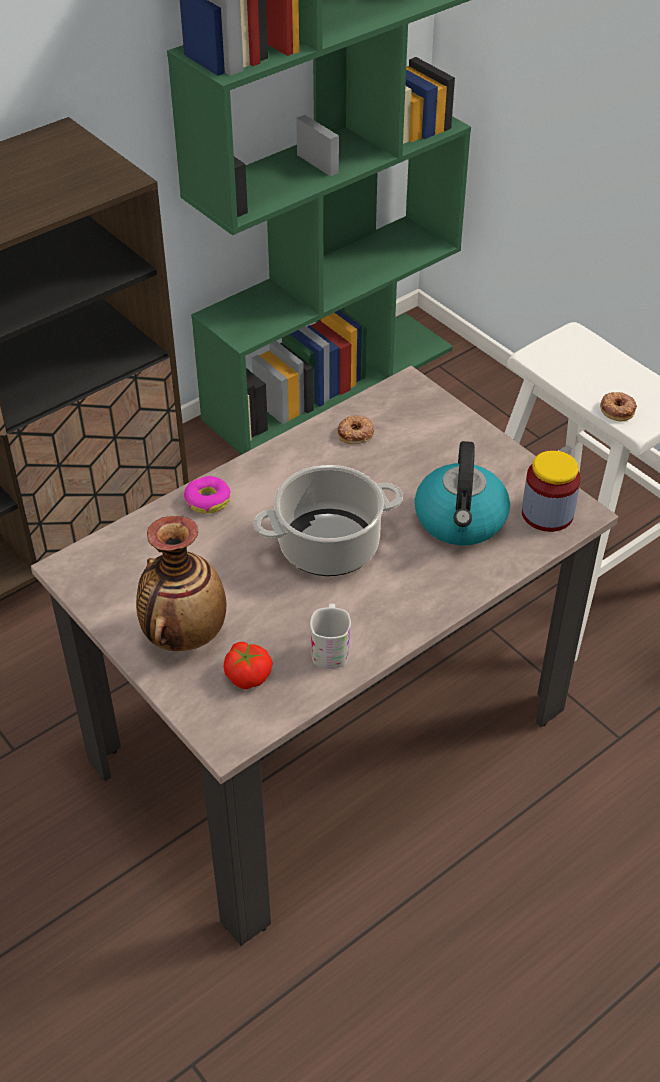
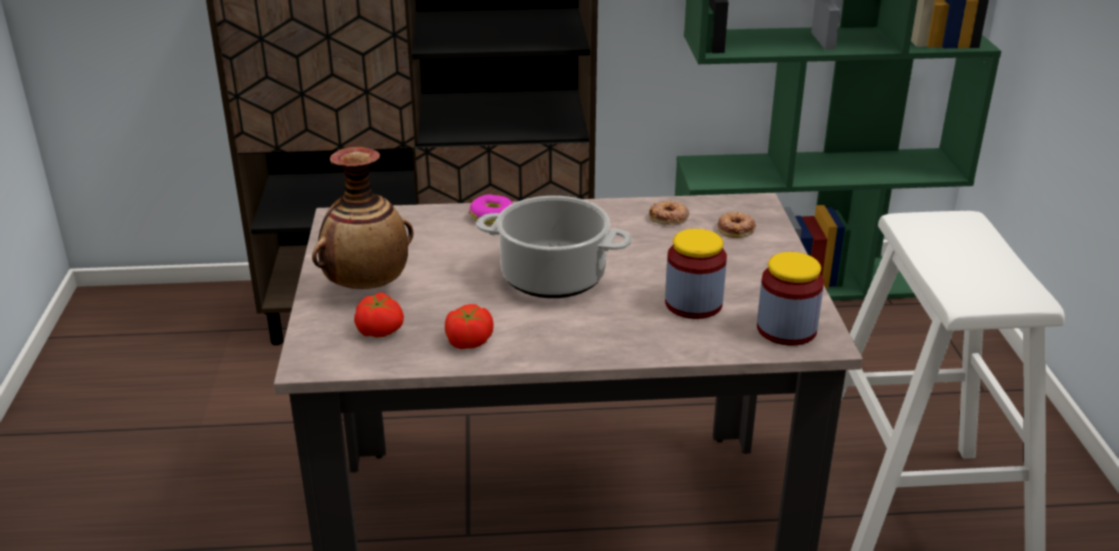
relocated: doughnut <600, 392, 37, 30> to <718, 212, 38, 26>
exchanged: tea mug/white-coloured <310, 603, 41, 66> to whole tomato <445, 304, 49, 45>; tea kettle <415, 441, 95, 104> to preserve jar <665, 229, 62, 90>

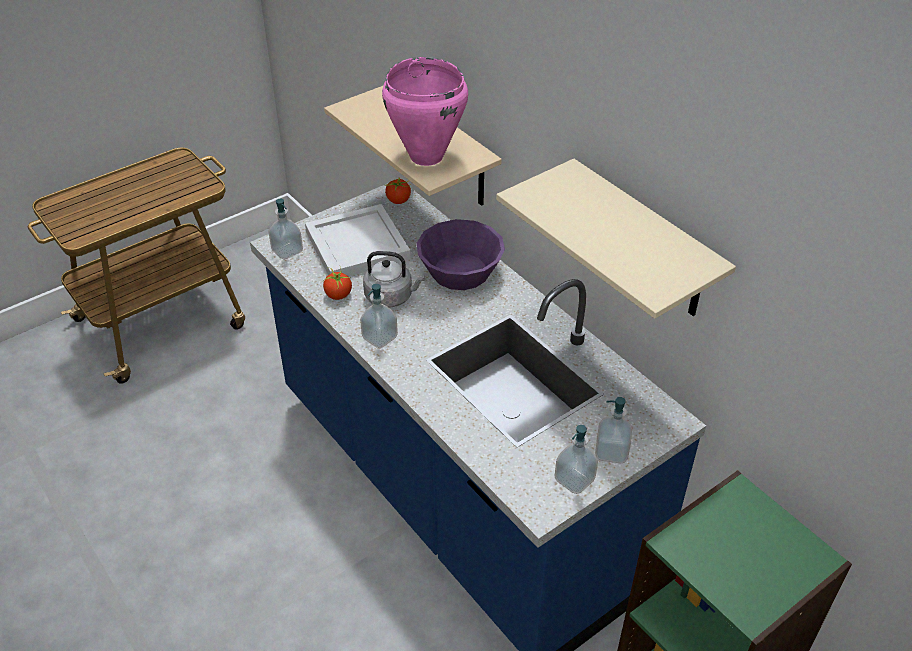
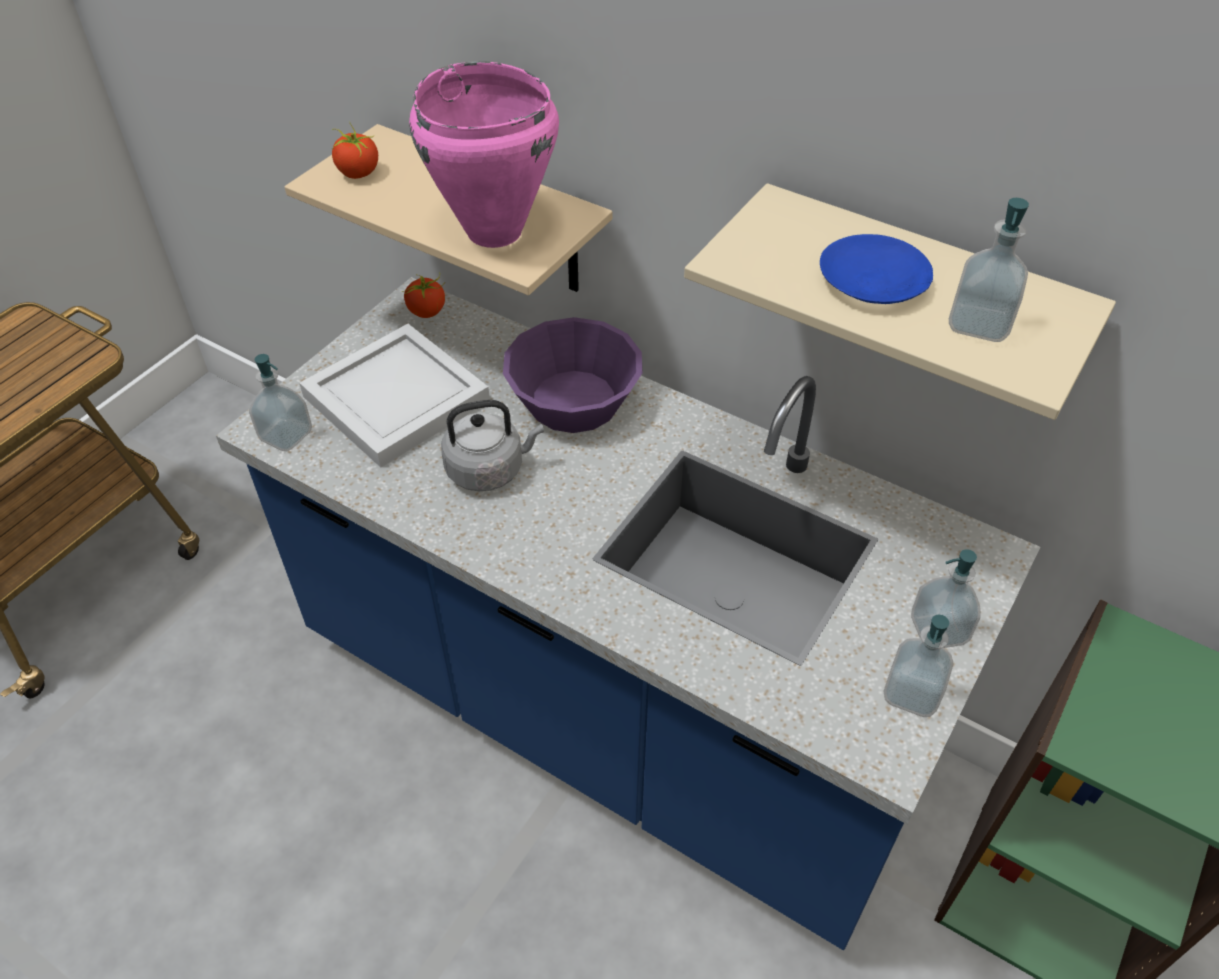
appeared: flat dish/blue <820, 234, 113, 70>
relocated: whole tomato <323, 267, 29, 33> to <332, 123, 46, 56>; liquid soap bottle <360, 284, 38, 64> to <949, 198, 80, 144>

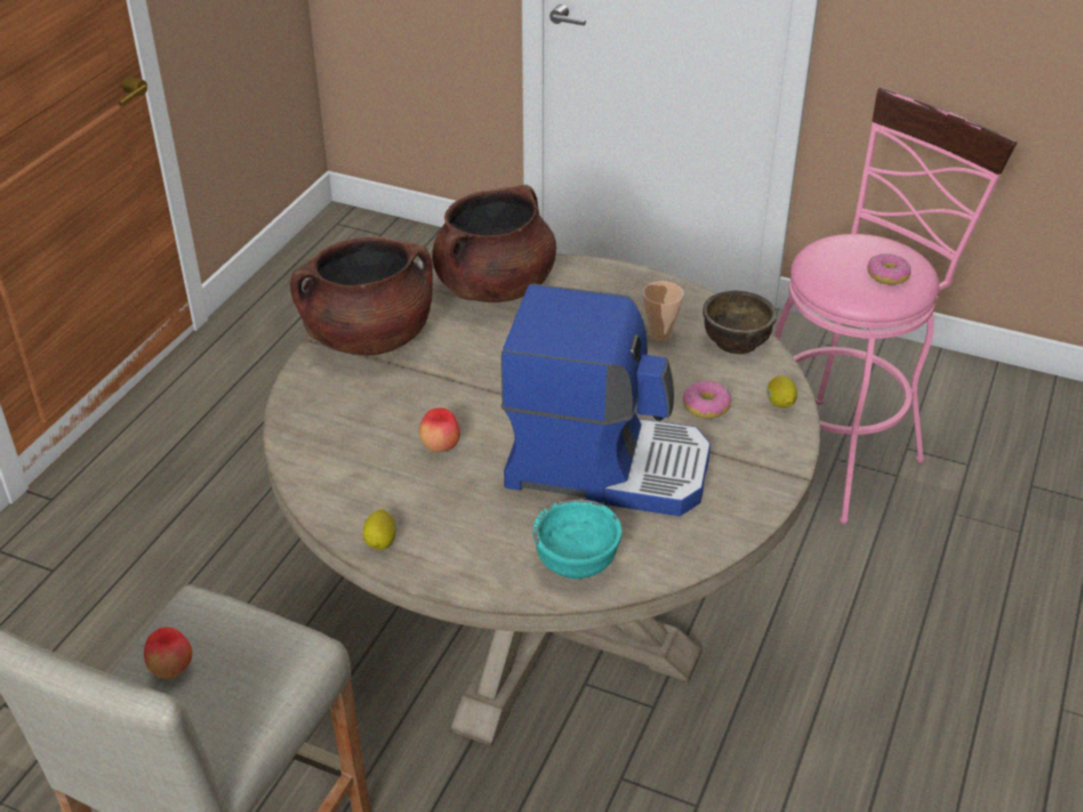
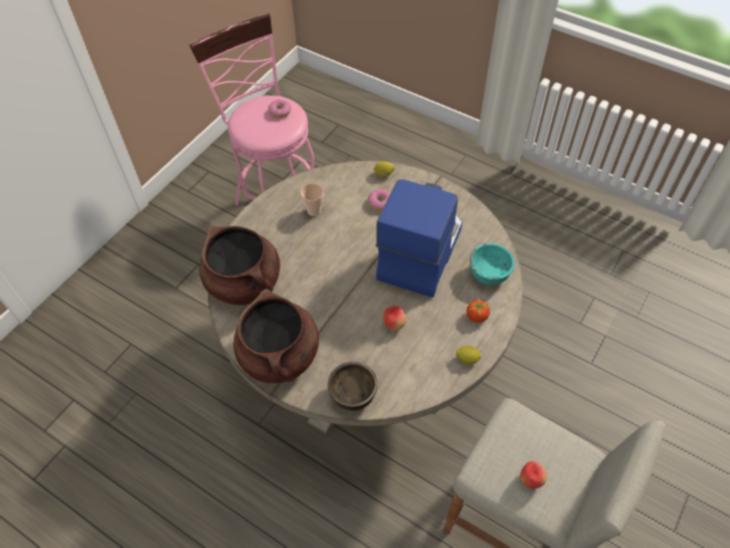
appeared: whole tomato <466, 297, 24, 26>
relocated: bowl/brownish <703, 291, 74, 63> to <328, 362, 50, 49>

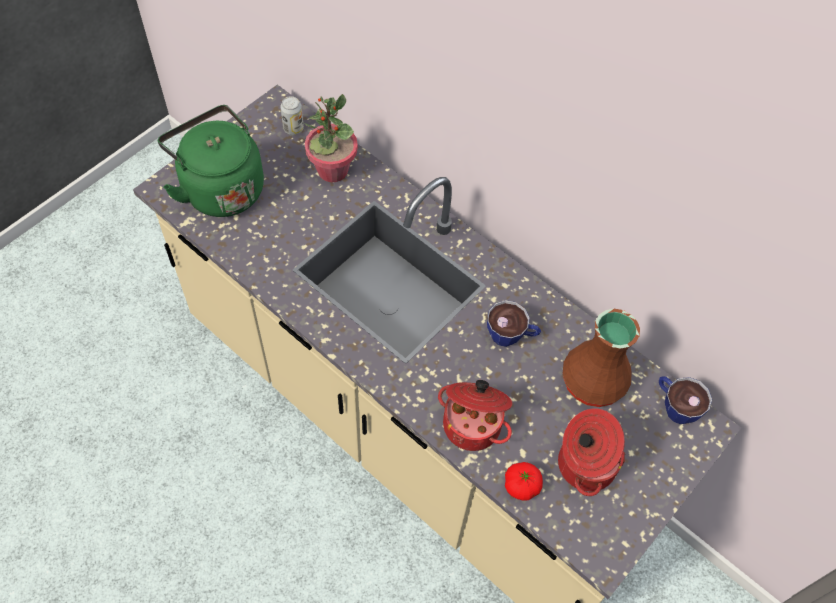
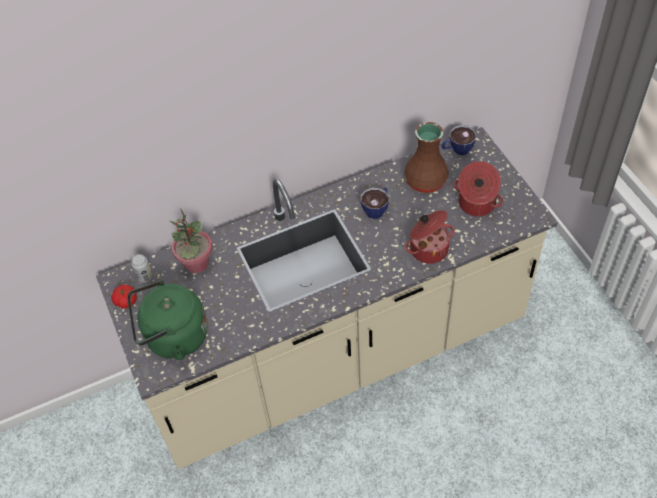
relocated: whole tomato <505, 462, 38, 39> to <111, 285, 26, 23>

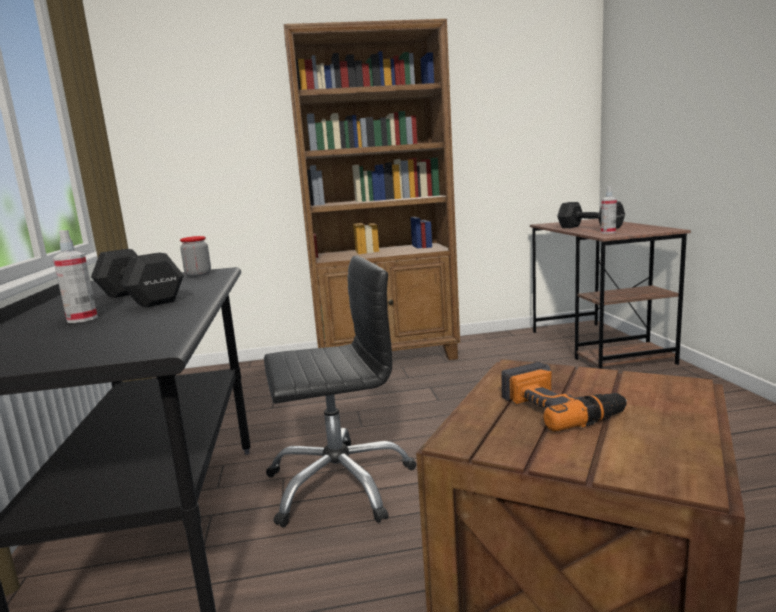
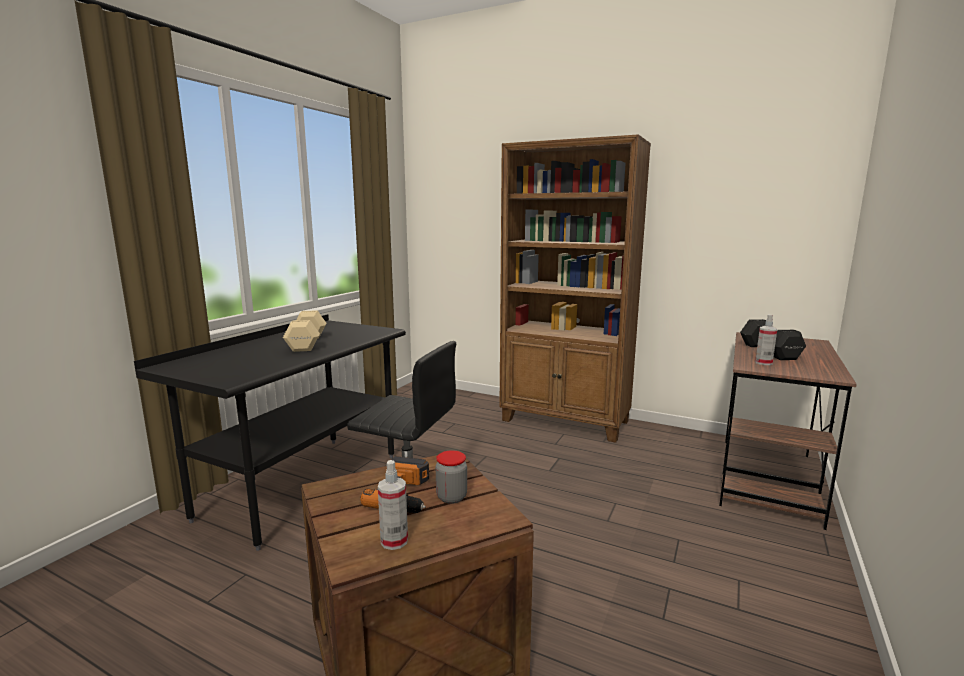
relocated: spray bottle <53, 230, 45, 93> to <378, 460, 30, 90>; preserve jar <180, 236, 31, 41> to <436, 450, 31, 54>
colour: free weight/blackish <91, 249, 93, 59> to free weight/sand-coloured <283, 310, 44, 42>

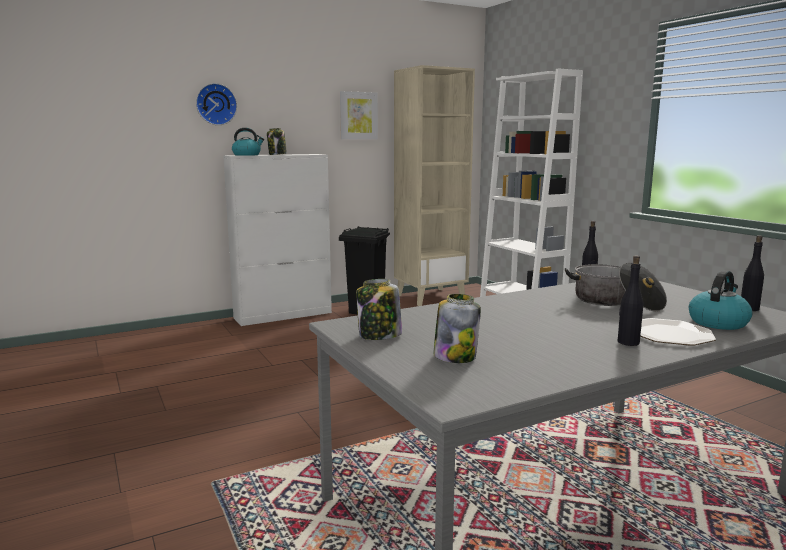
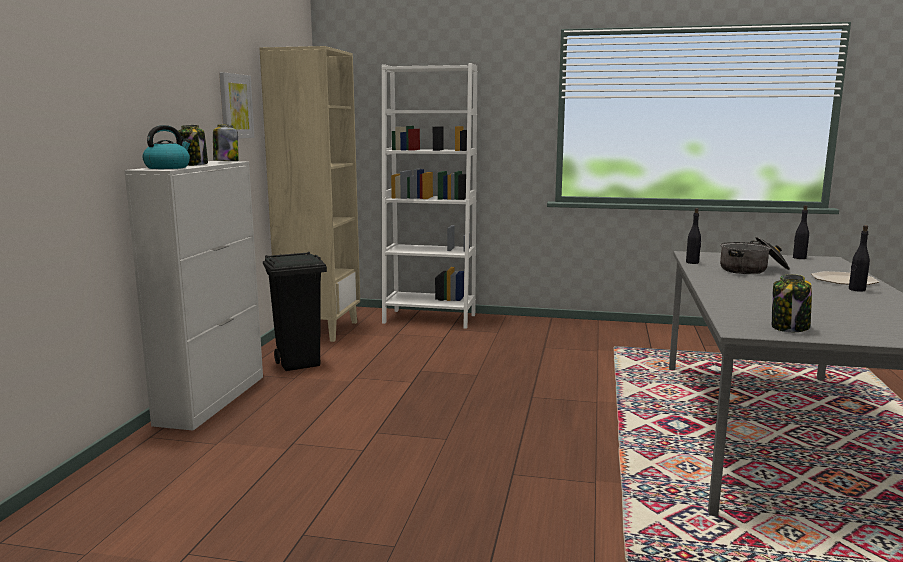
missing: hanging clock <196, 83, 41, 42>; tea kettle <689, 270, 64, 60>
relocated: preserve jar <433, 294, 48, 69> to <213, 125, 26, 36>

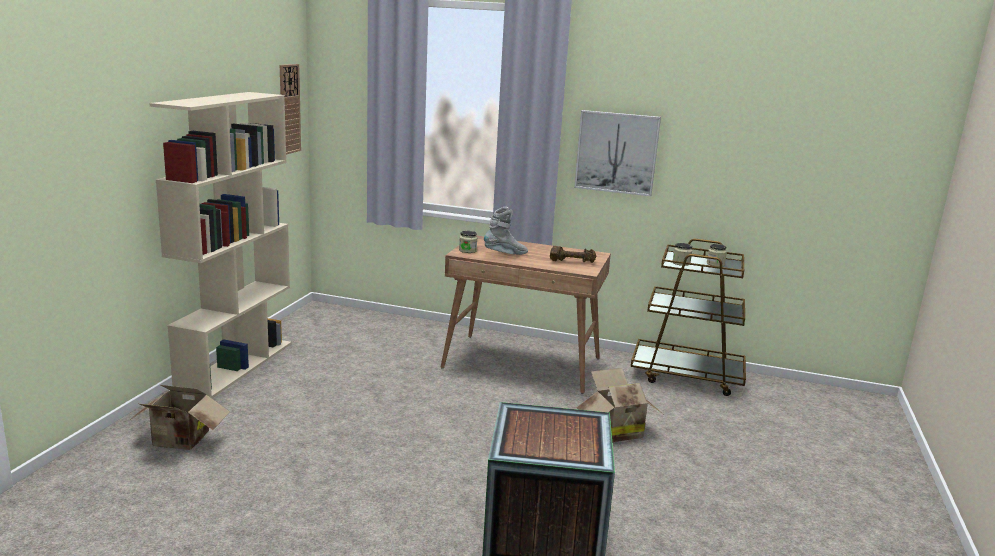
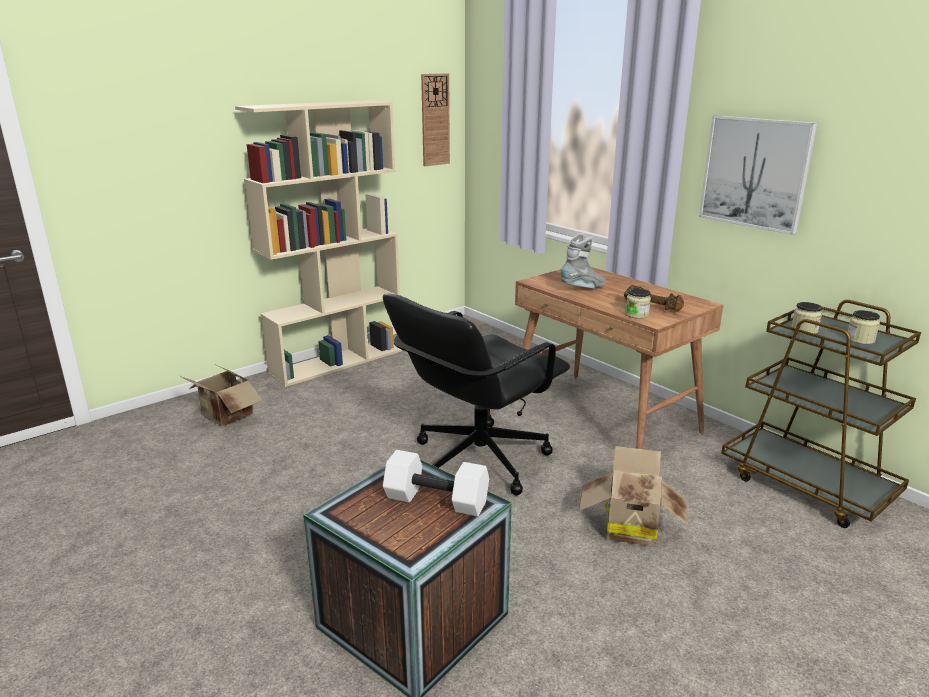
appeared: office chair/blackish <383, 293, 187, 202>; free weight/white-coloured <383, 450, 106, 67>
relocated: preserve jar <459, 231, 18, 22> to <625, 288, 26, 31>
spun: high-top boot/gray <484, 207, 44, 48> = <560, 233, 46, 55> 45 degrees counterclockwise

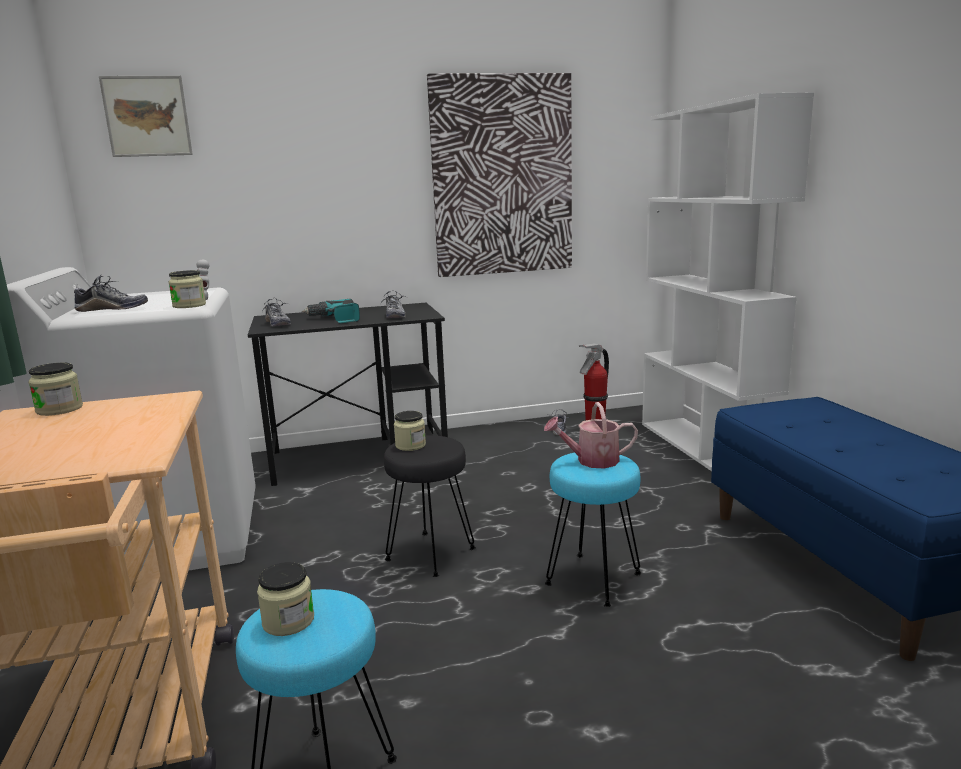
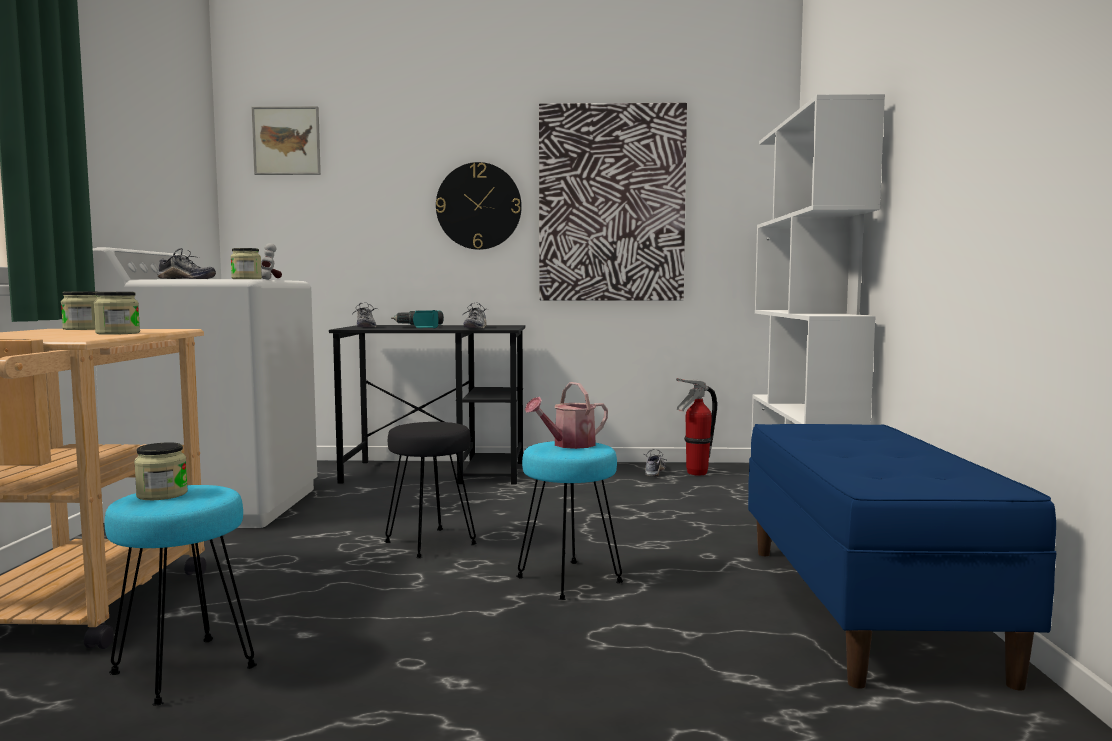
appeared: hanging clock <436, 162, 86, 88>
relocated: preserve jar <394, 411, 32, 40> to <94, 292, 46, 43>
spun: watering pot <544, 402, 94, 66> = <525, 382, 83, 67> 45 degrees counterclockwise

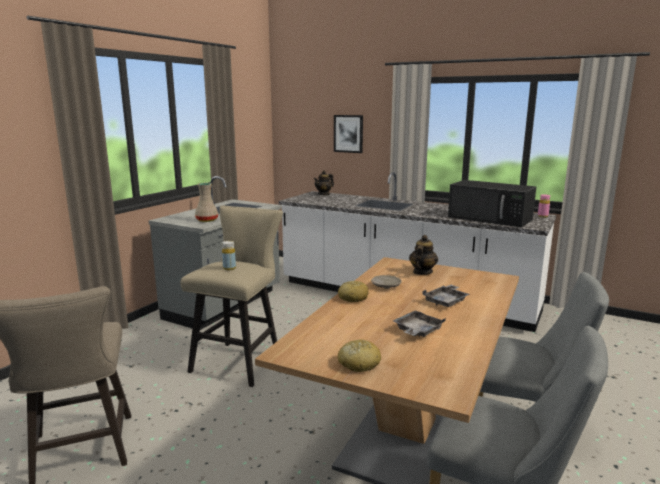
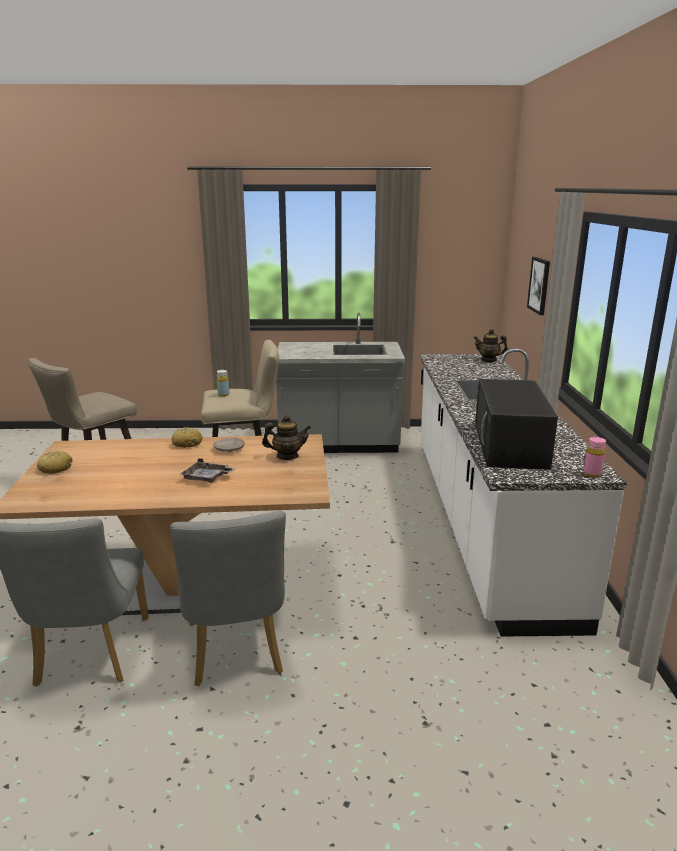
missing: flower vase/sand-coloured <195, 183, 24, 39>; tray/gray <393, 310, 53, 27>

